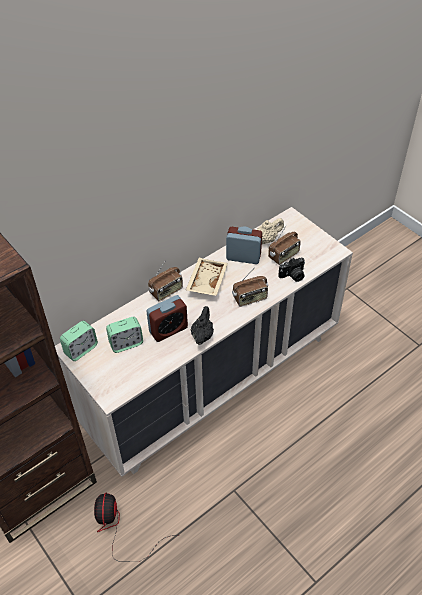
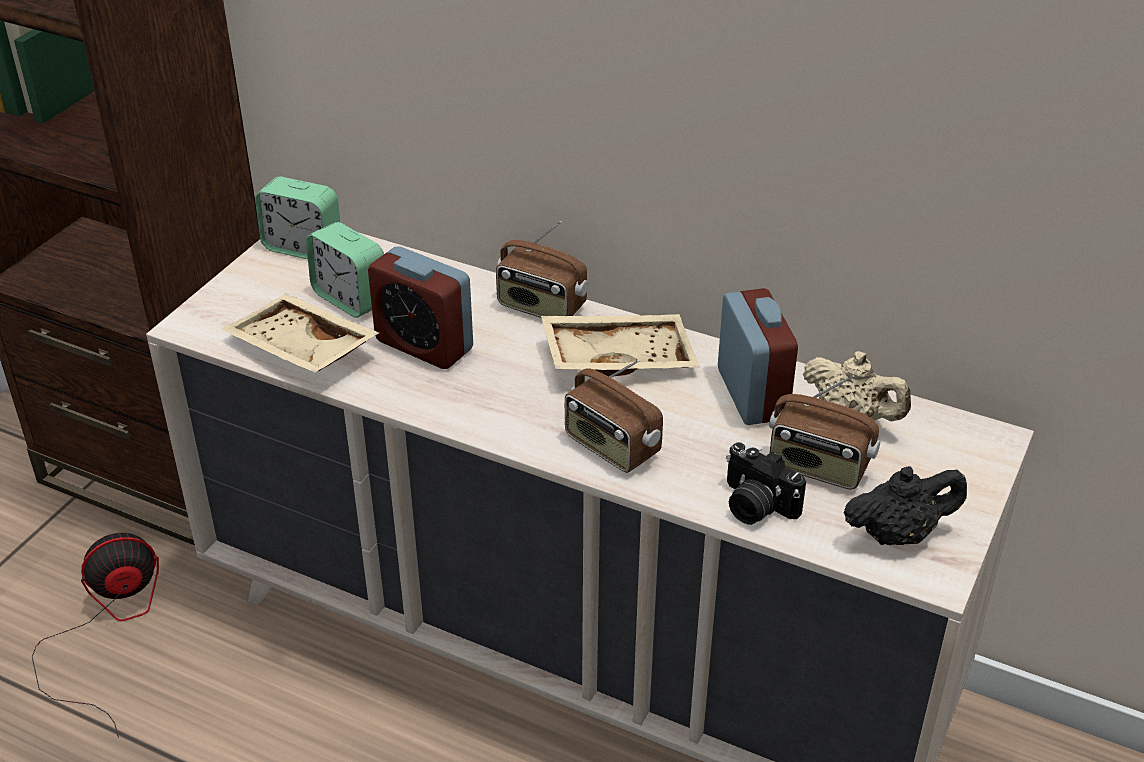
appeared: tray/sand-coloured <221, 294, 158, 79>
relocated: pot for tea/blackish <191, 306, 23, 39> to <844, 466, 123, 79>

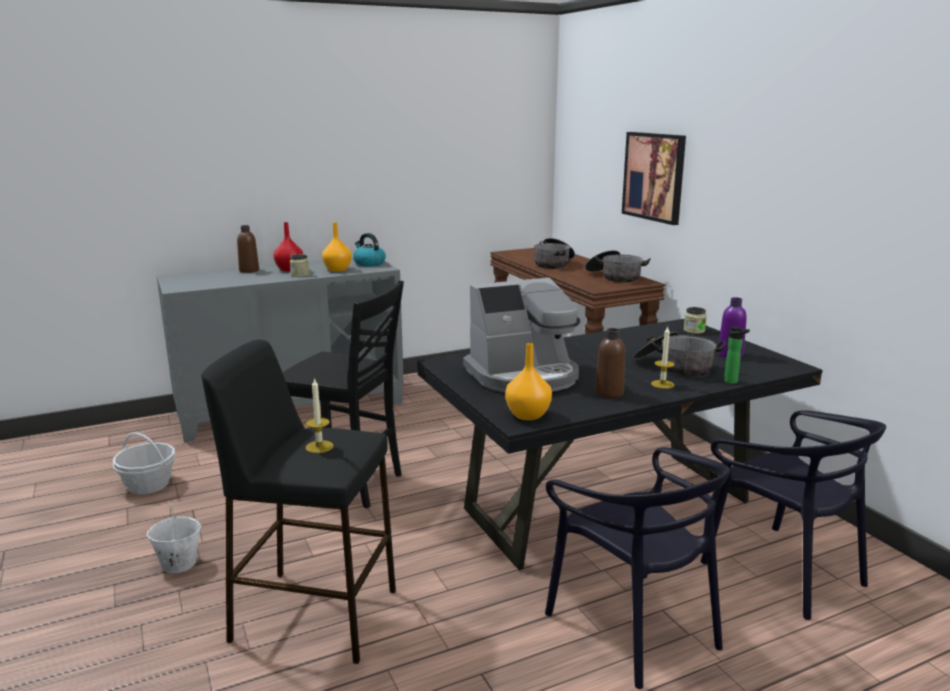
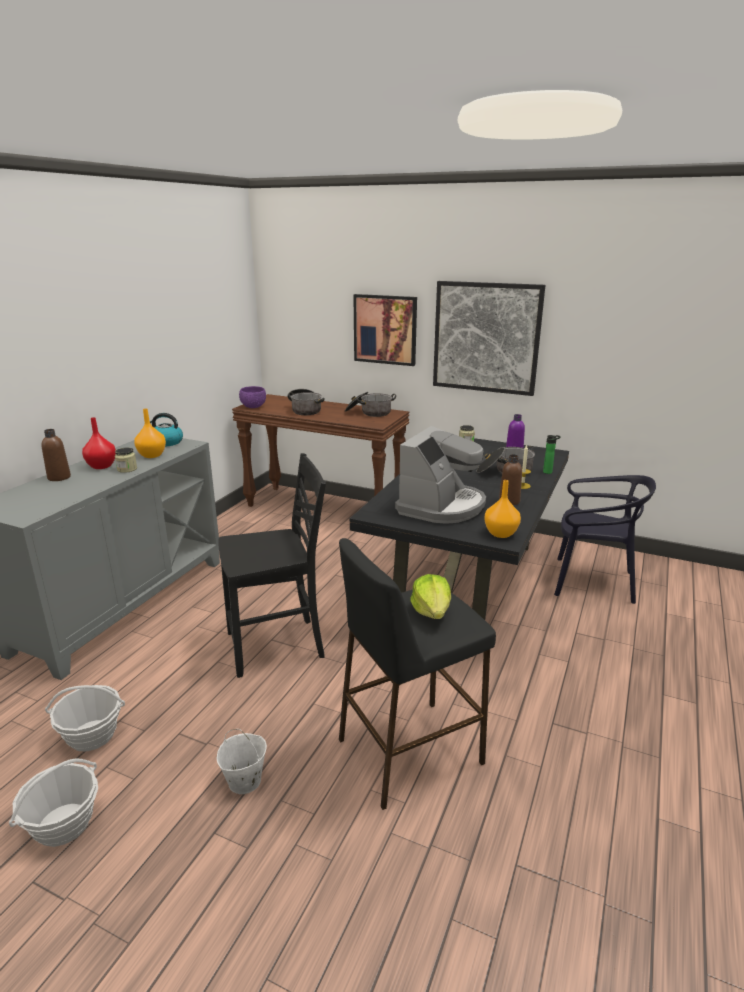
missing: chair/blackish <545, 447, 185, 242>
appeared: storage basket <9, 759, 89, 88>; bowl/purple-coloured <239, 386, 27, 22>; wall art <433, 281, 112, 115>
exchanged: candle <305, 377, 28, 76> to head of lettuce <411, 574, 40, 45>

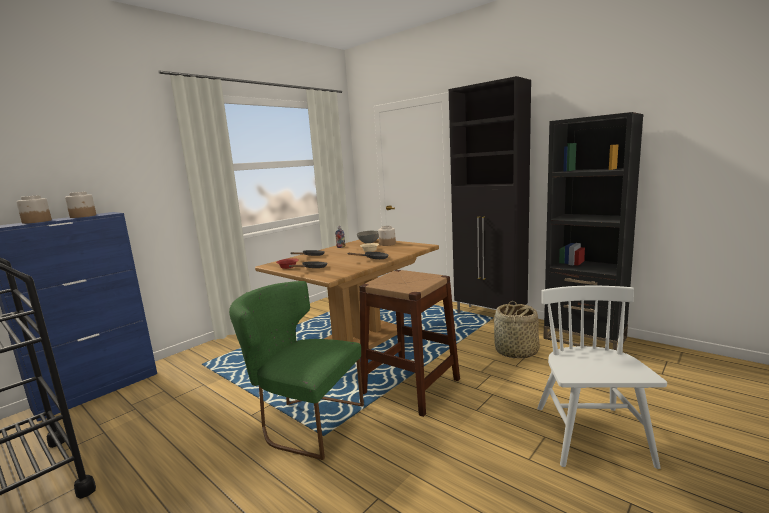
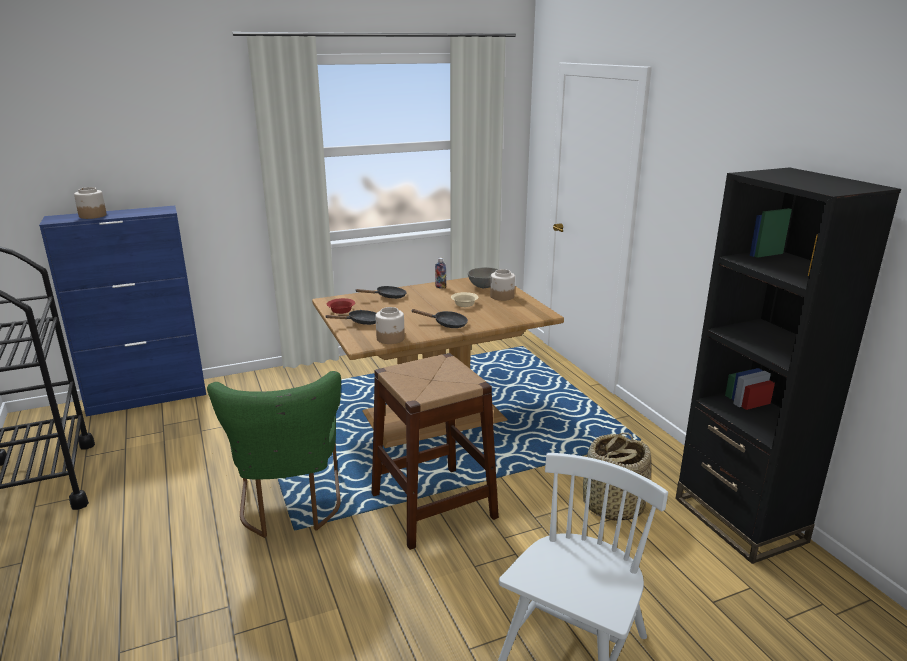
missing: cupboard/blackish <449, 76, 82, 237>
relocated: preserve jar <65, 192, 31, 26> to <375, 307, 30, 37>
spun: chair/greenish <229, 281, 135, 179> = <207, 371, 134, 167> 150 degrees counterclockwise

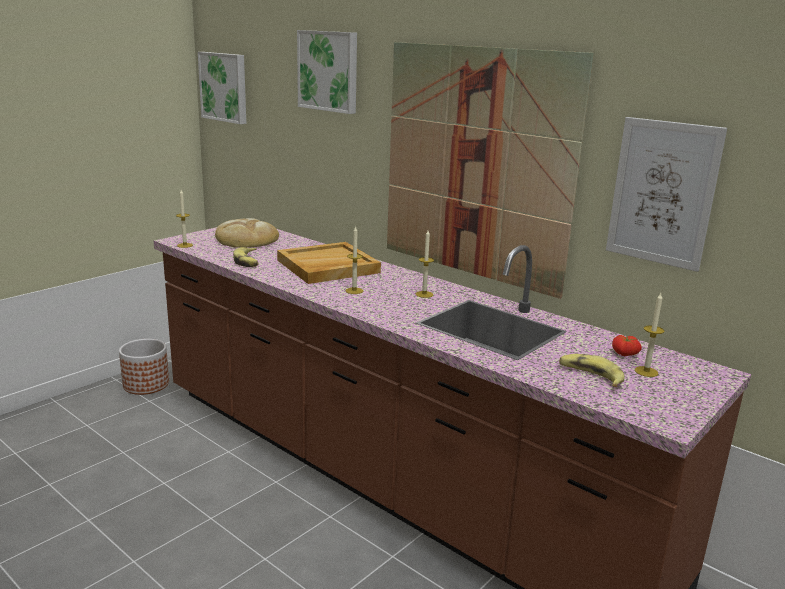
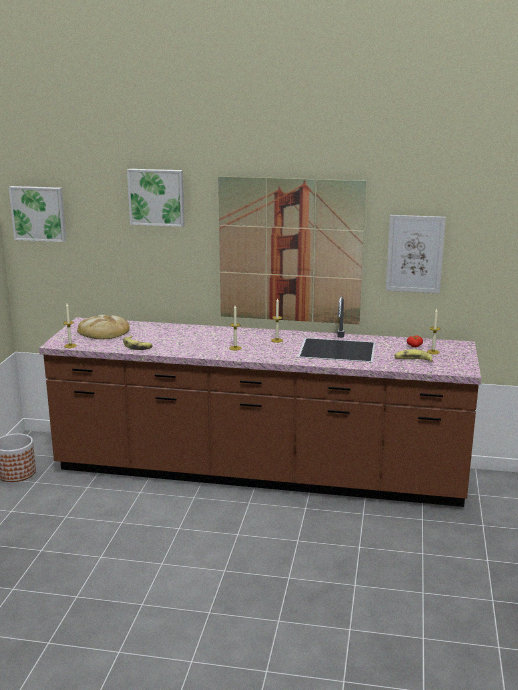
missing: tray/sand-coloured <277, 242, 104, 42>

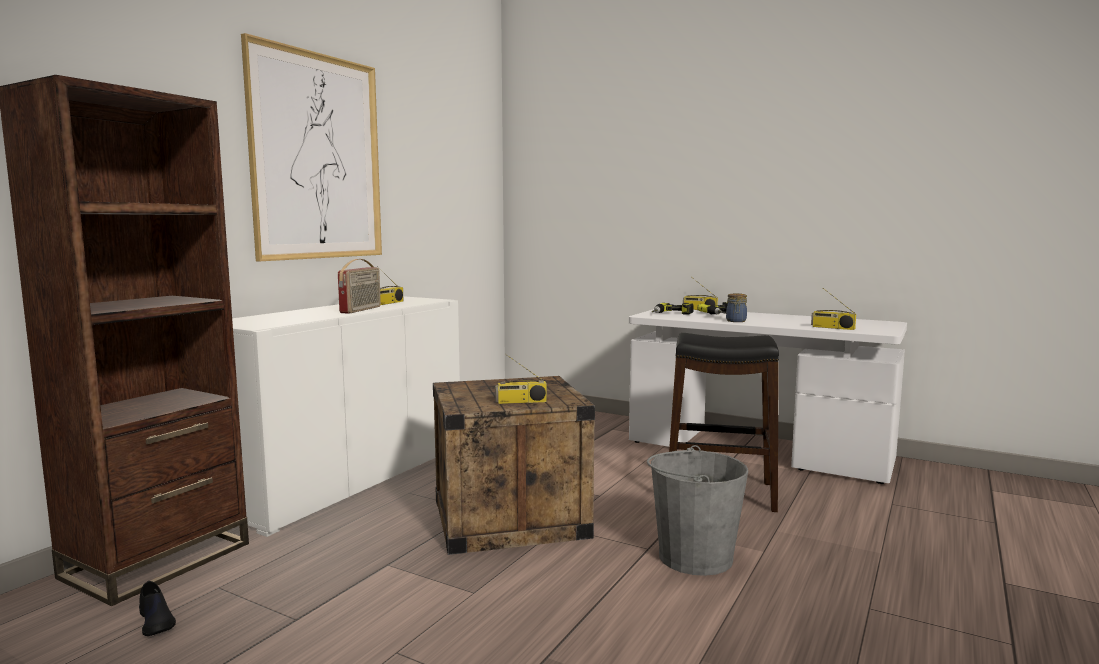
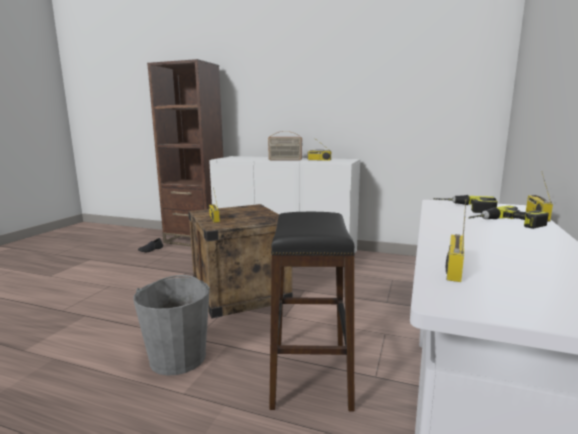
missing: wall art <241, 33, 141, 228>; preserve jar <726, 293, 21, 29>

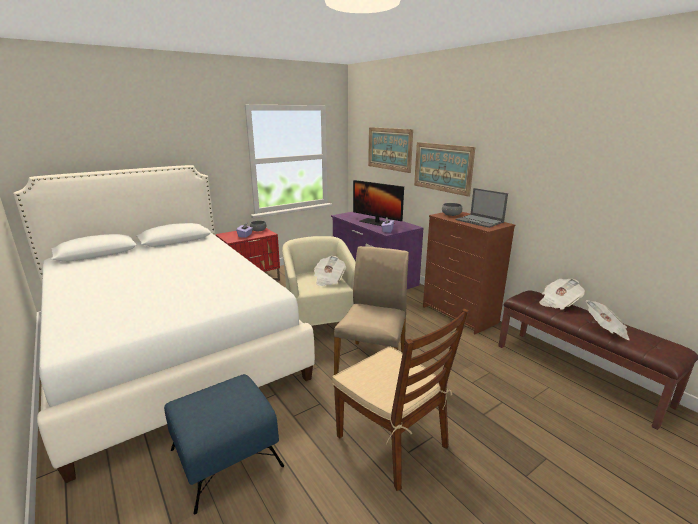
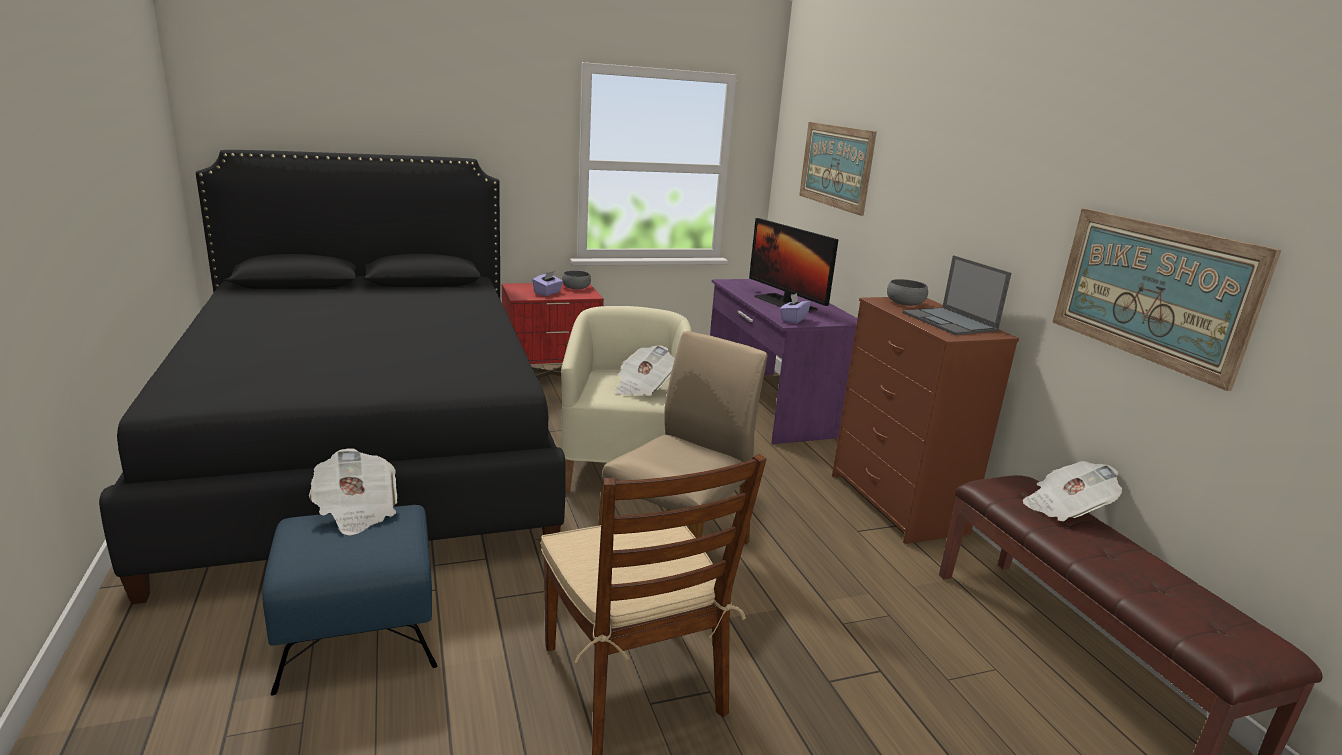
relocated: wall art <414, 142, 61, 55> to <1053, 208, 229, 183>; printed paper <586, 300, 43, 40> to <309, 448, 88, 87>
colour: bedroom bed/white-coloured <13, 165, 302, 318> to bedroom bed/blackish <99, 150, 467, 454>

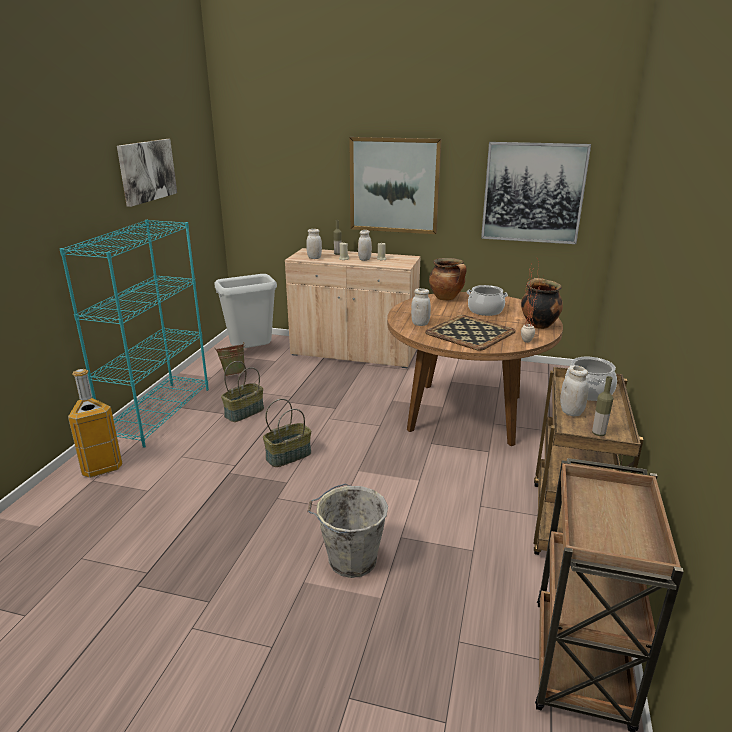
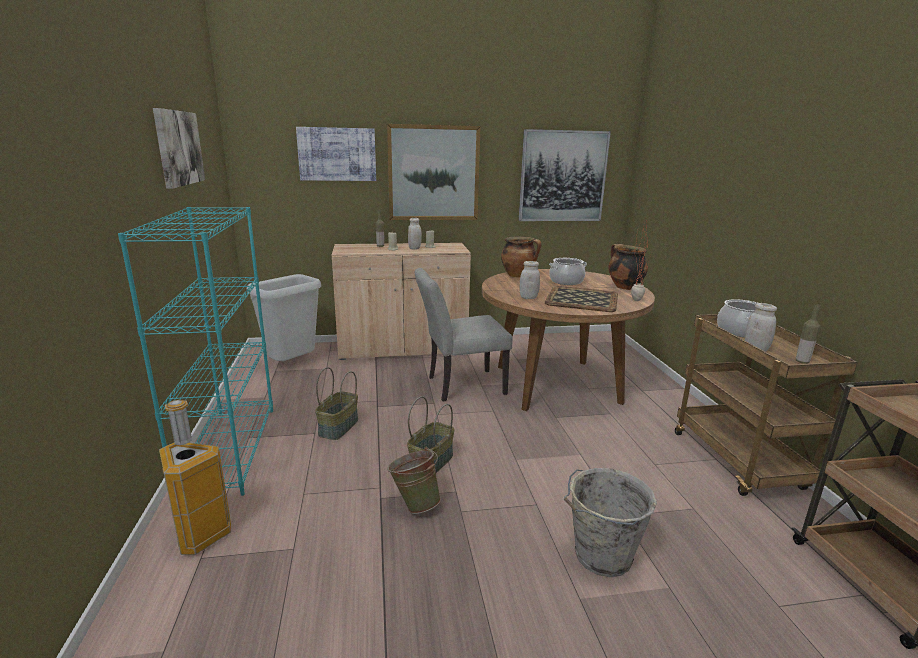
missing: preserve jar/white-coloured <306, 229, 16, 30>
appeared: wall art <296, 127, 80, 54>; chair/gray <415, 268, 98, 134>
relocated: pail/greenish <214, 342, 31, 34> to <387, 447, 54, 67>

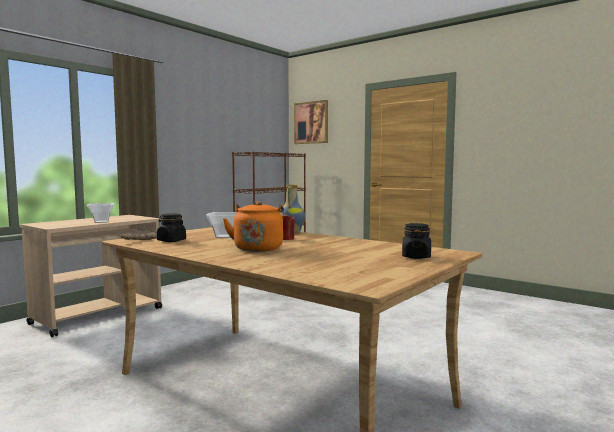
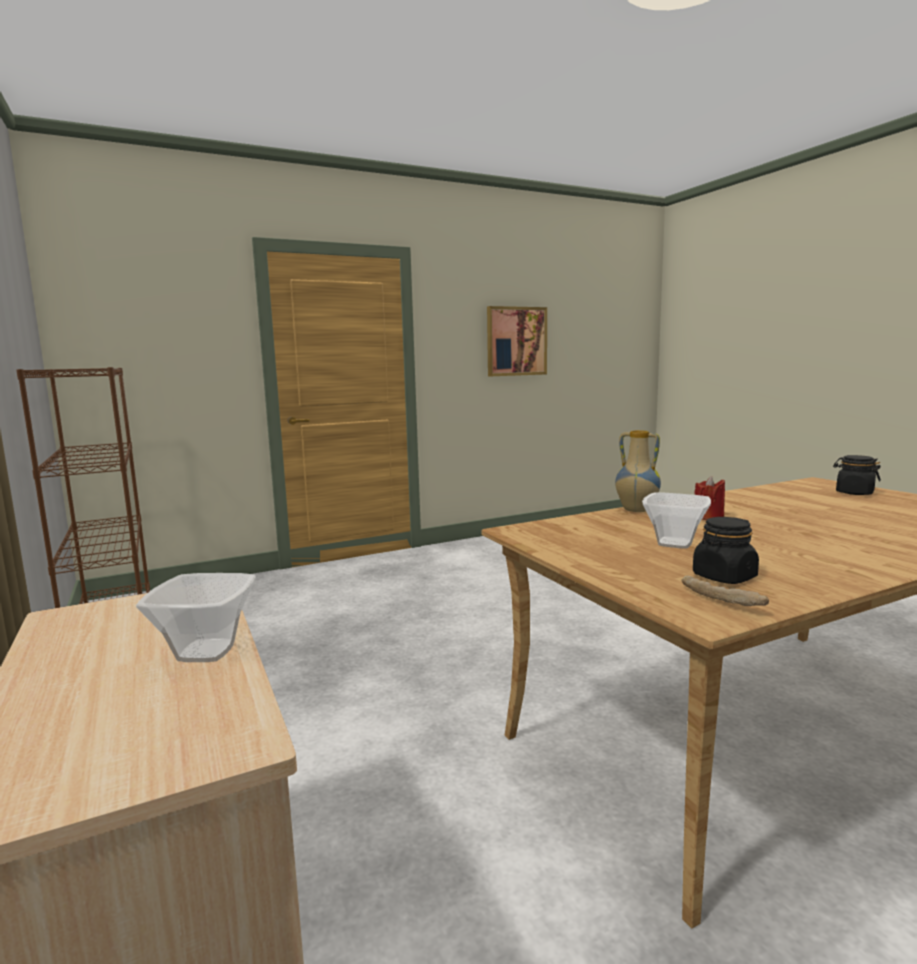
missing: tea kettle/orangey <223, 201, 61, 51>
relocated: wall art <294, 100, 34, 44> to <487, 306, 60, 70>

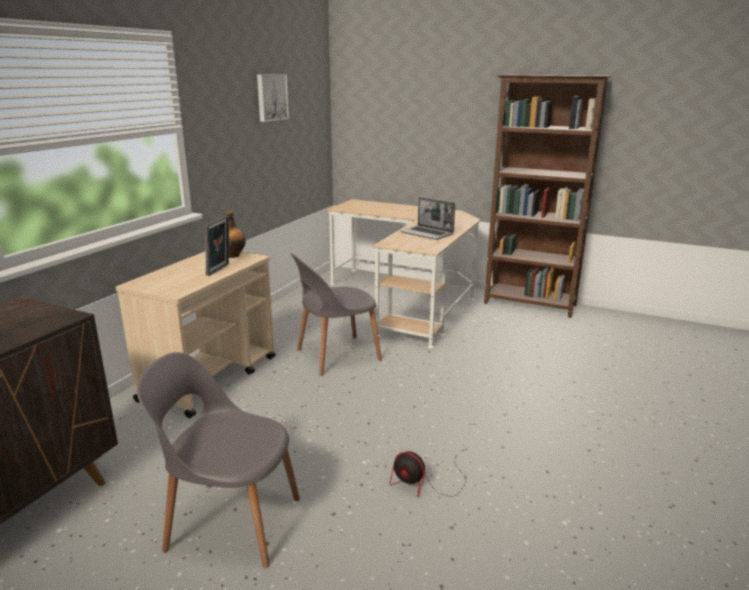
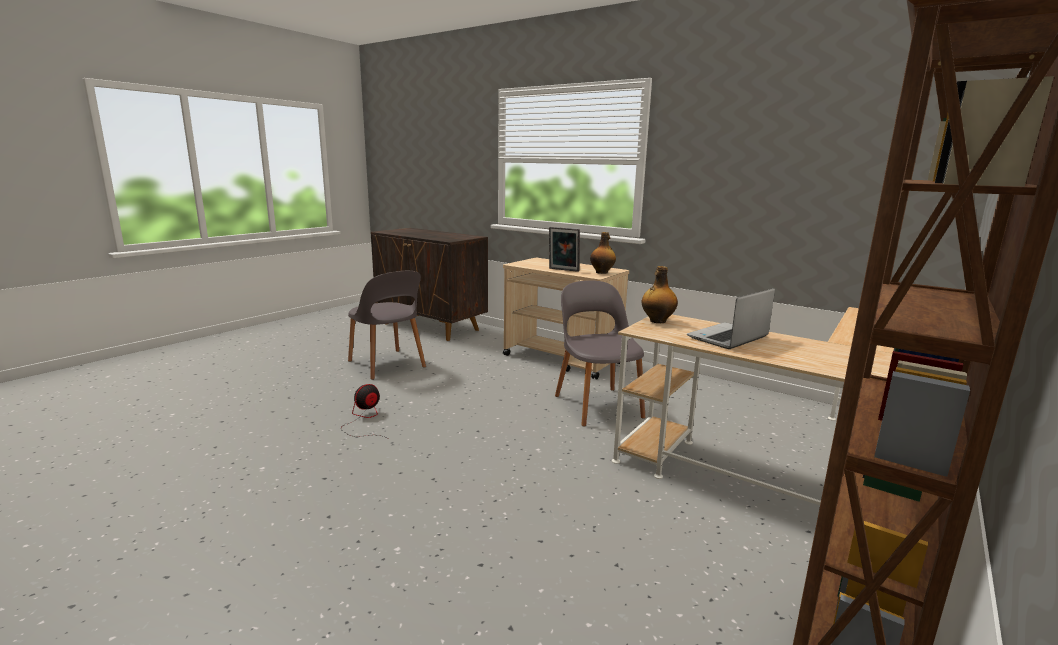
missing: wall art <257, 74, 32, 48>
appeared: beverage bottle <641, 266, 37, 57>
spun: chair/gray <137, 352, 163, 216> = <348, 271, 78, 109> 120 degrees clockwise

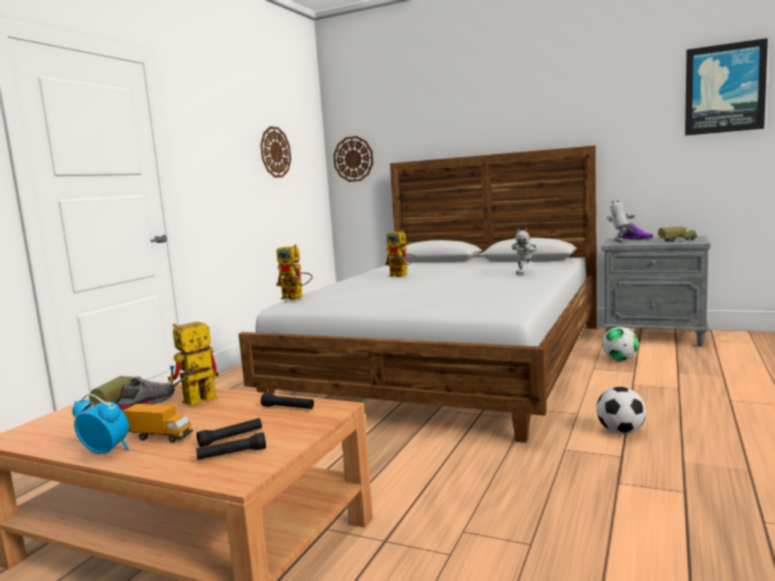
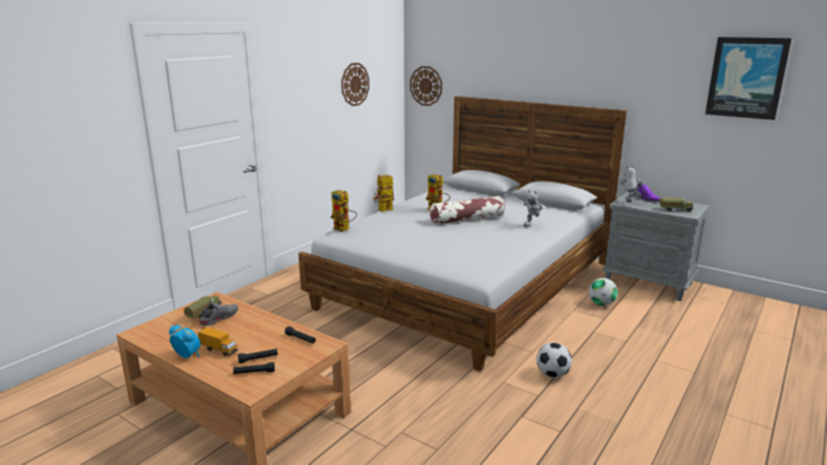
appeared: throw pillow <430, 196, 75, 28>
relocated: model robot <168, 322, 51, 84> to <373, 175, 21, 37>

